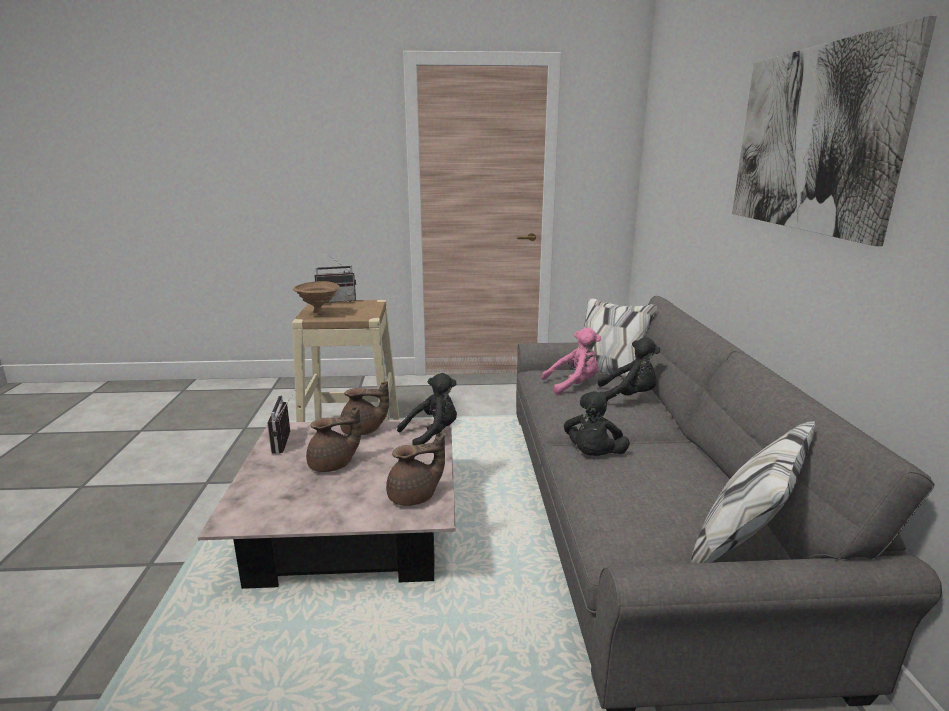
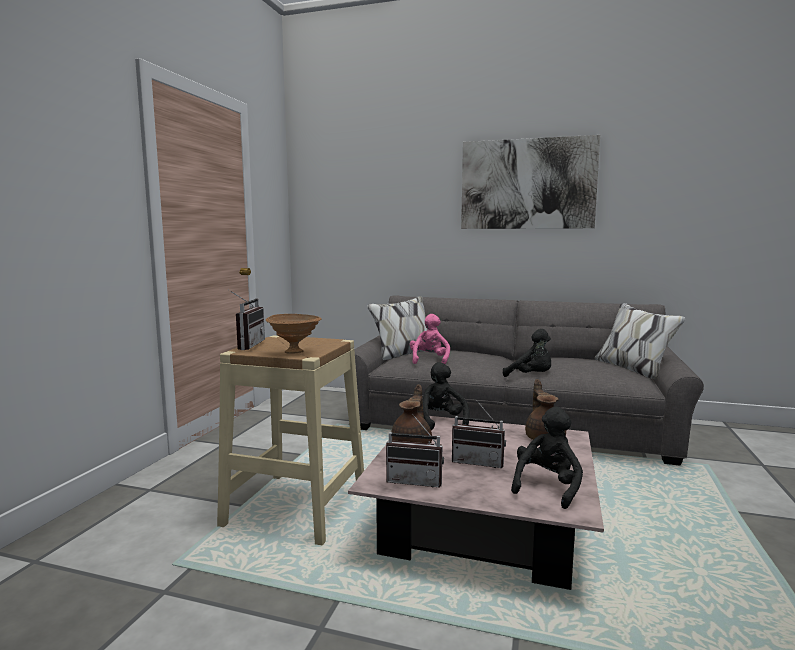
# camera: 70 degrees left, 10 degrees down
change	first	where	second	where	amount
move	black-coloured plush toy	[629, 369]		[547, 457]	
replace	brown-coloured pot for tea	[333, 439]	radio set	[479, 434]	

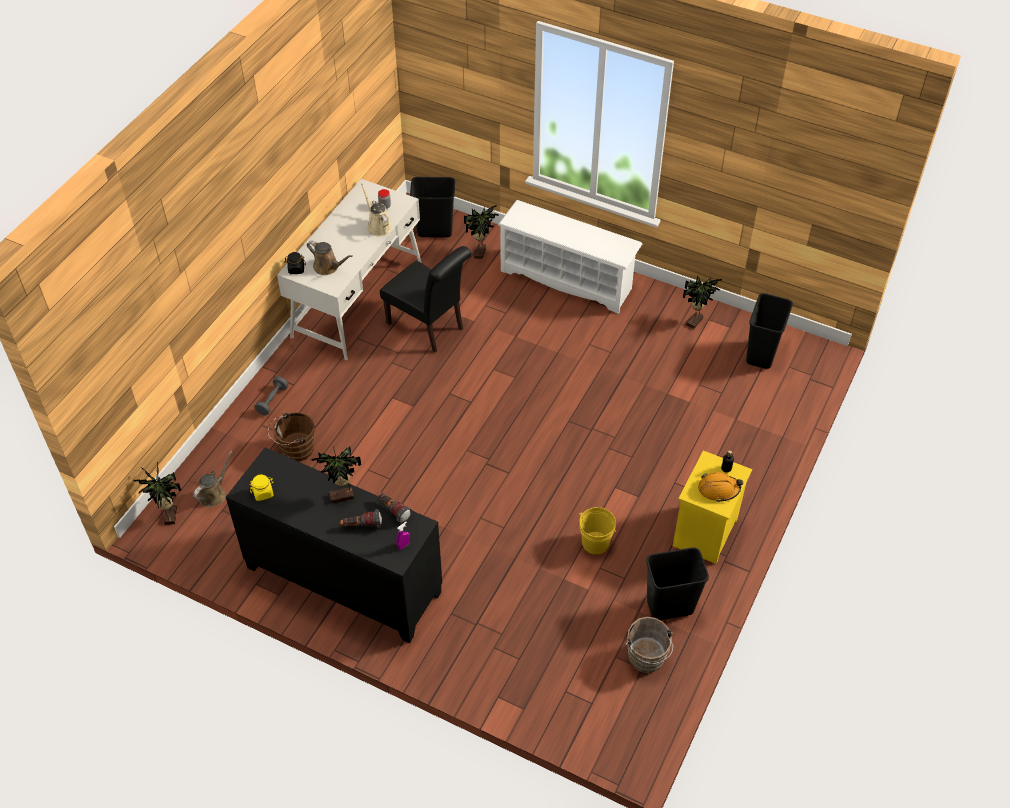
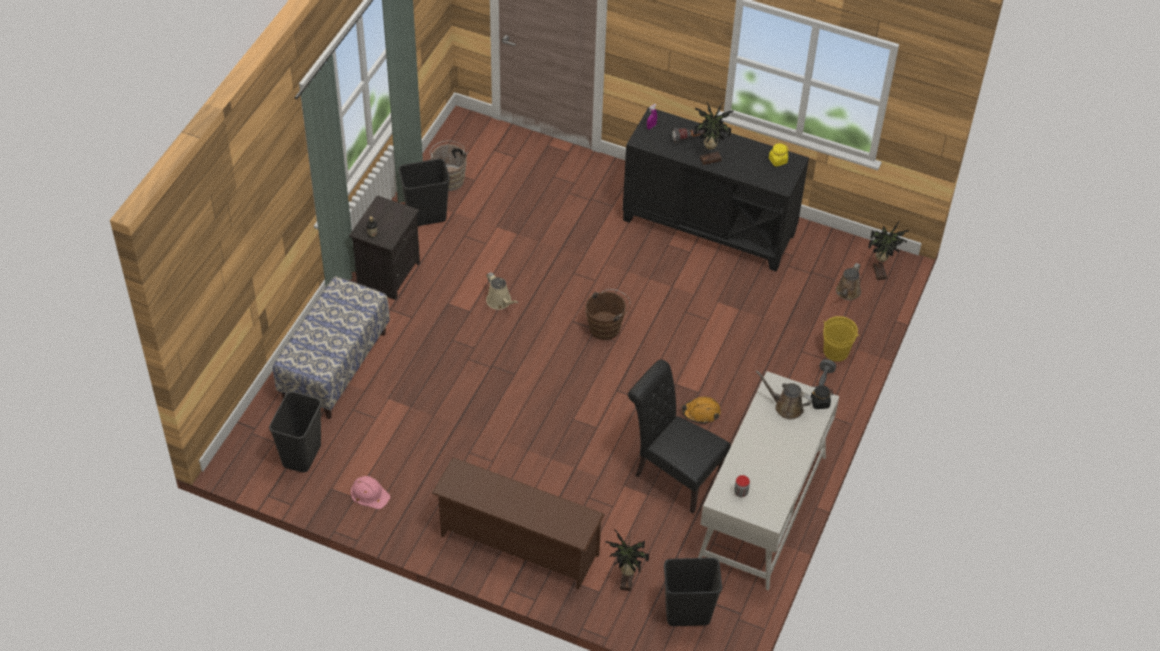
# camera: 175 degrees right, 0 degrees up
change	first	where	second	where	amount
move	beige-coloured sprinkling can	[376, 209]		[502, 291]	
recolor	white-coloured shoe shelf	[570, 257]	brown-coloured shoe shelf	[518, 523]	
replace	potted plant	[702, 302]	pink-coloured hard hat	[370, 492]	
move	brown-coloured bucket	[291, 437]		[607, 314]	
recolor	yellow night table	[712, 507]	black-coloured night table	[384, 247]	
move	orangey hard hat	[720, 487]		[701, 410]	
delete	flashlight	[394, 507]			
move	yellow bucket	[597, 530]		[841, 339]	
insert			bench	[331, 347]	

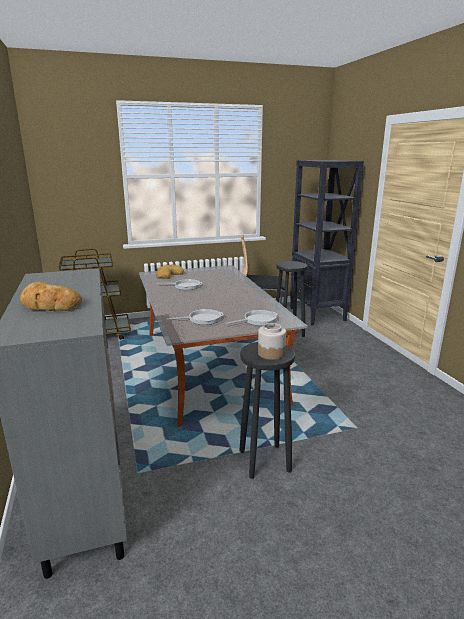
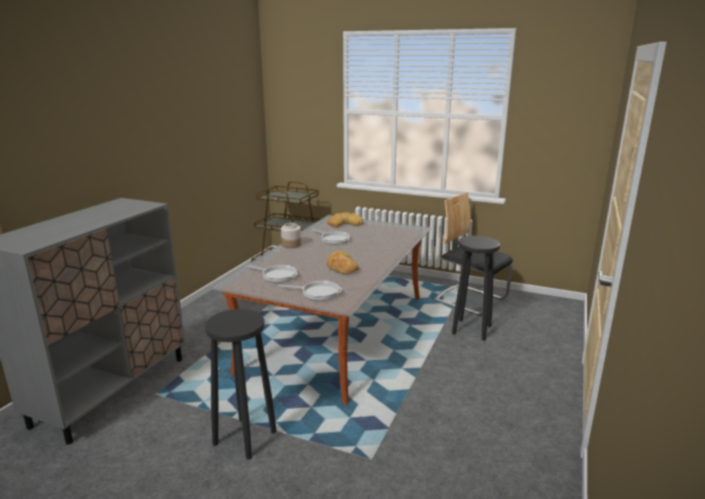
# camera: 40 degrees right, 0 degrees up
change	first	where	second	where	amount
delete	black-coloured shelving unit	[327, 242]			
move	bakery bread	[51, 296]		[343, 262]	
move	storage jar	[272, 341]		[291, 235]	

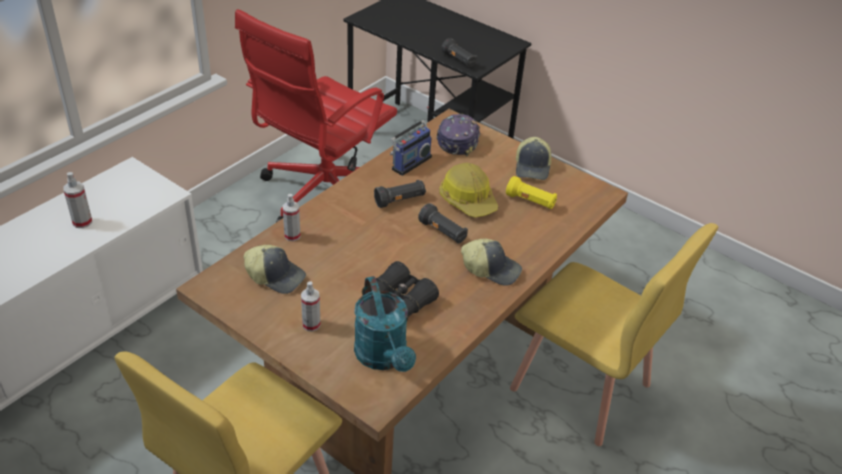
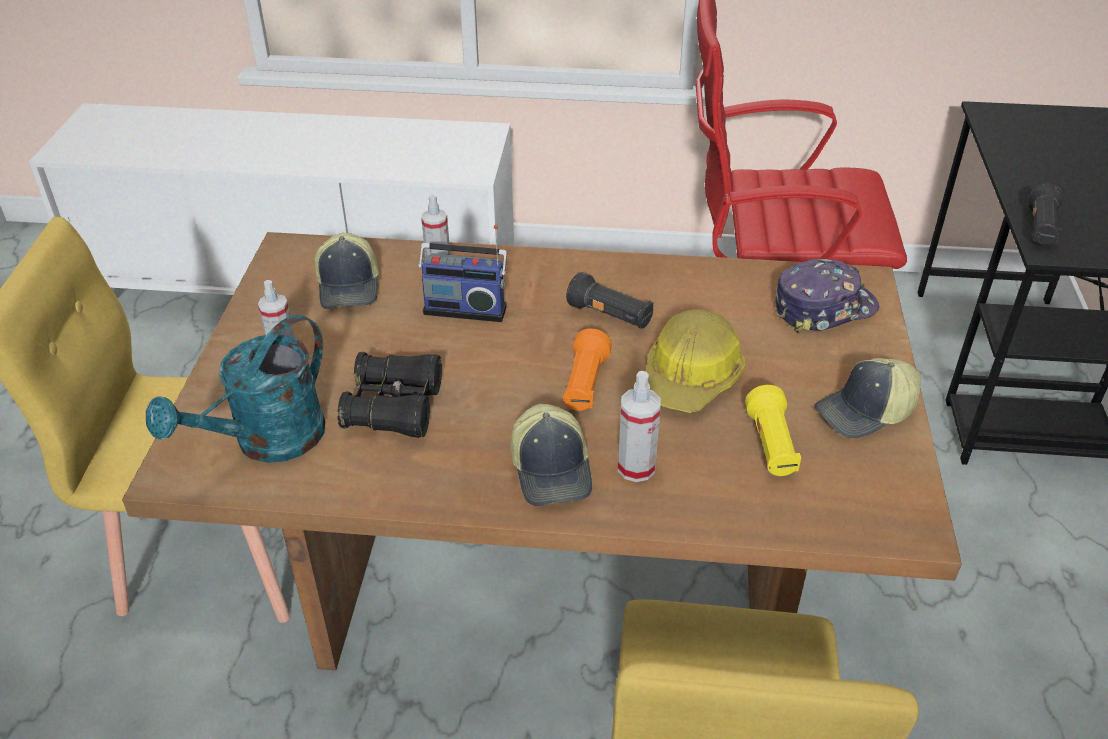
# camera: 60 degrees right, 0 degrees up
change	first	where	second	where	amount
move	radio set	[411, 141]		[462, 273]	
move	hand sprayer	[77, 200]		[639, 426]	
recolor	black-coloured flashlight	[443, 223]	orangey flashlight	[587, 369]	

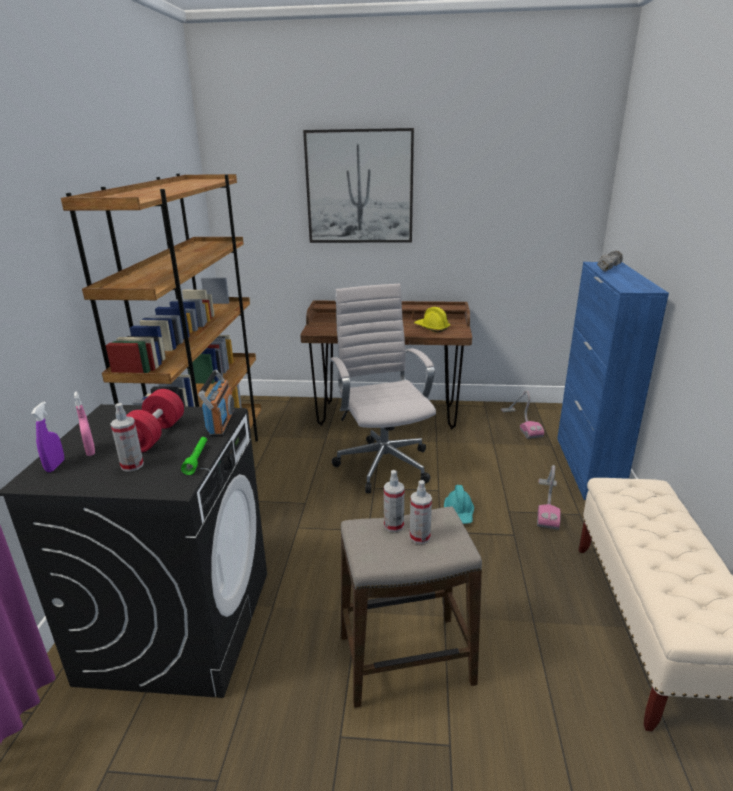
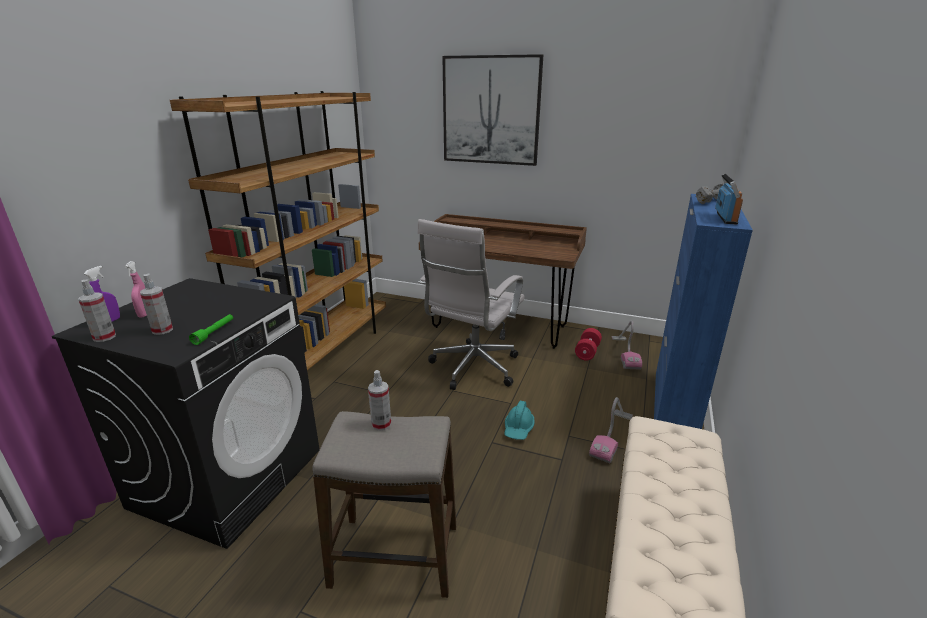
# camera: 15 degrees right, 0 degrees up
change	first	where	second	where	amount
rotate	white-coloured computer chair	[383, 388]		[471, 304]	150 degrees counterclockwise
delete	yellow hard hat	[432, 320]			
move	radio set	[216, 403]		[729, 199]	
move	red dumbbell	[155, 420]		[588, 344]	
move	hand sprayer	[421, 512]		[97, 311]	

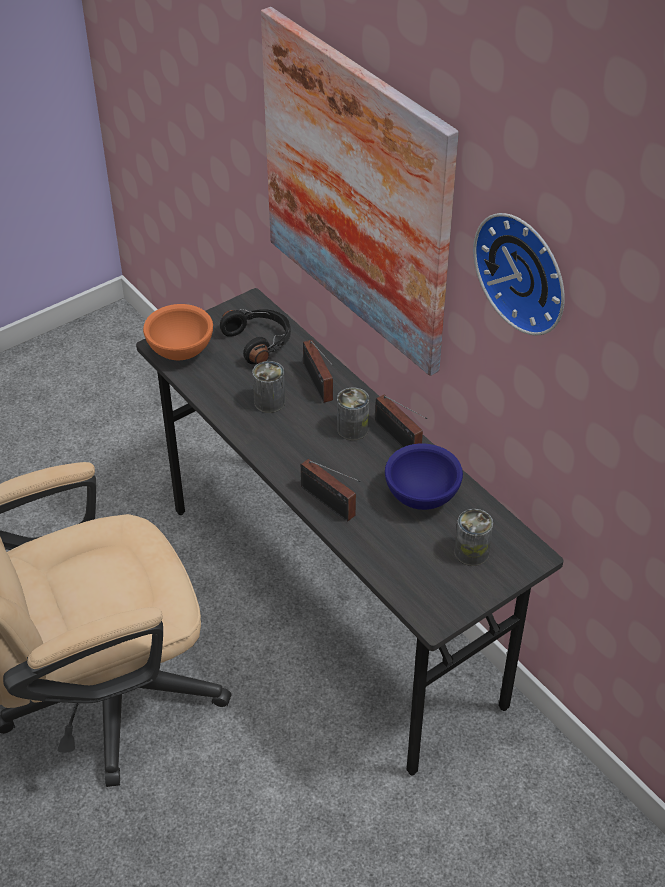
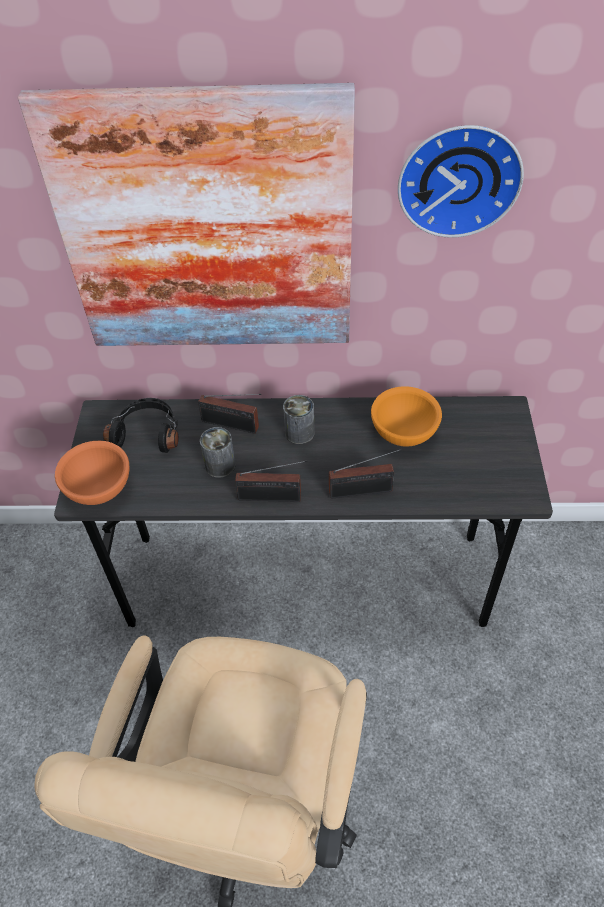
# camera: 50 degrees left, 5 degrees up
change	first	where	second	where	amount
move	radio set	[401, 421]		[271, 481]	
recolor	blue-coloured serving bowl	[424, 476]	orangey serving bowl	[406, 416]	
delete	sealed can	[473, 537]			

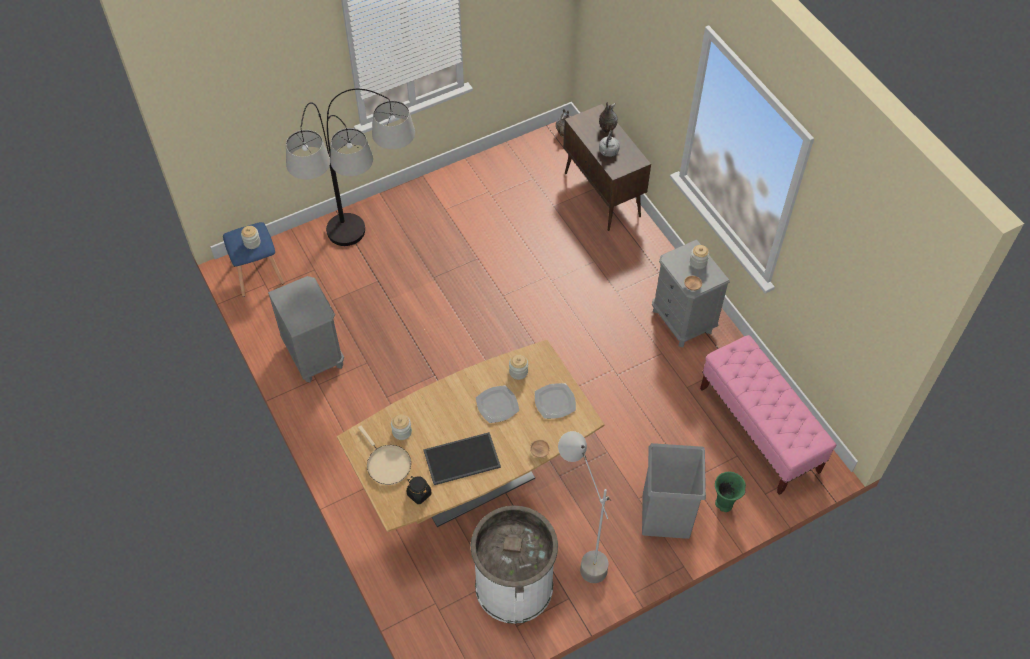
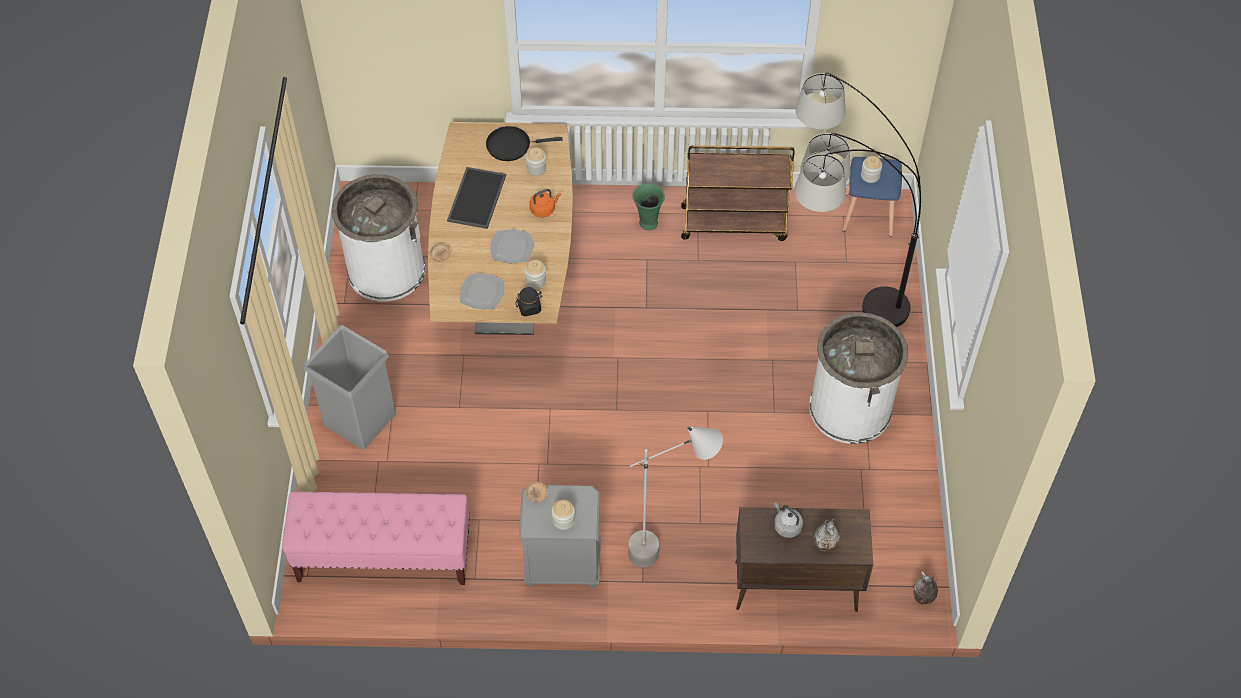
# camera: 120 degrees right, 0 degrees up
change	first	where	second	where	amount
replace	grey night table	[306, 329]	brown-coloured wheeled cart	[738, 193]	
recolor	beige-coloured pan	[384, 455]	black-coloured pan	[524, 143]	
move	grey standing lamp	[585, 507]		[675, 496]	
move	greenish vase	[730, 492]		[648, 207]	
move	black-coloured storage jar	[419, 490]		[529, 302]	
insert			orangey tea kettle	[545, 203]	
insert			white-coloured waste bin	[858, 378]	

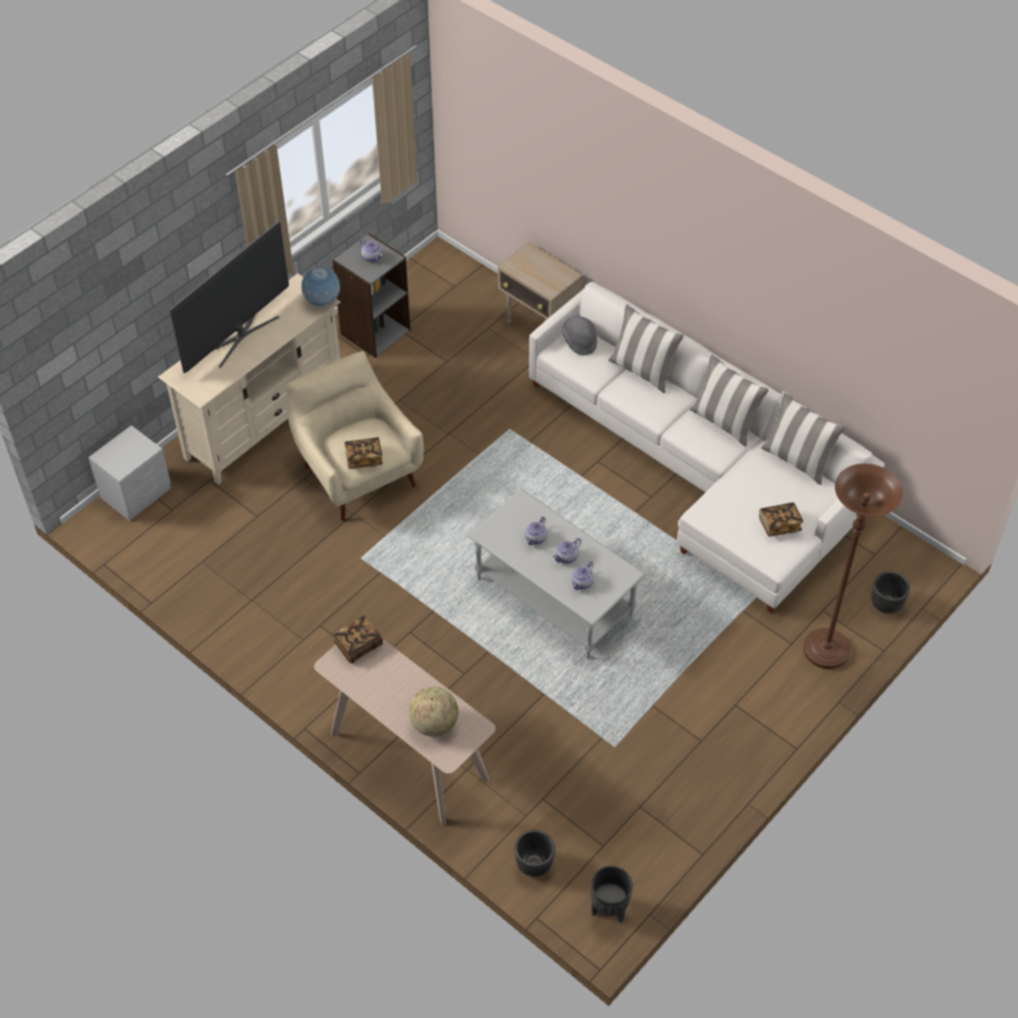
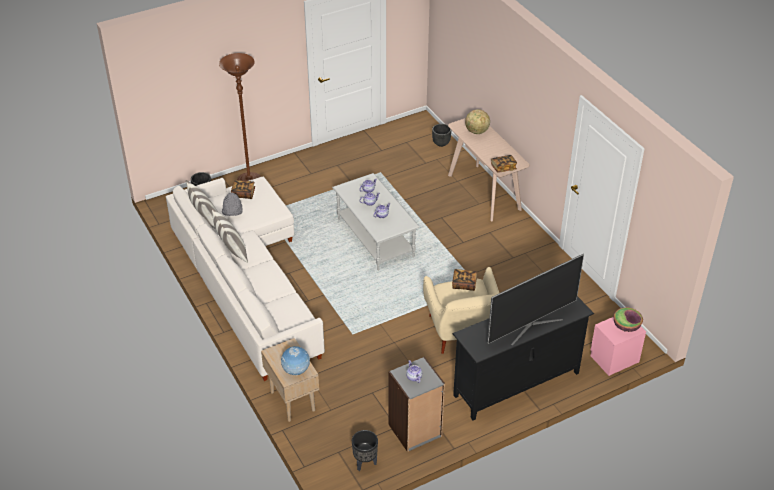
# camera: 160 degrees left, 10 degrees down
change	first	where	second	where	amount
move	globe	[320, 286]		[295, 360]	
recolor	beige-coloured media console	[249, 379]	black-coloured media console	[523, 358]	
delete	cushion	[646, 348]			
move	grey hat	[579, 335]		[232, 204]	
recolor	grey night table	[129, 473]	pink-coloured night table	[618, 346]	
move	black-coloured plant pot	[612, 894]		[365, 450]	
insert			serving bowl	[628, 320]	

